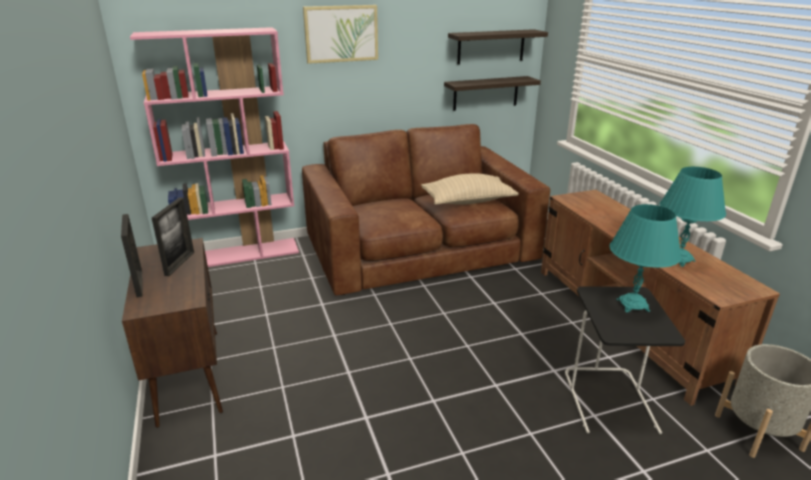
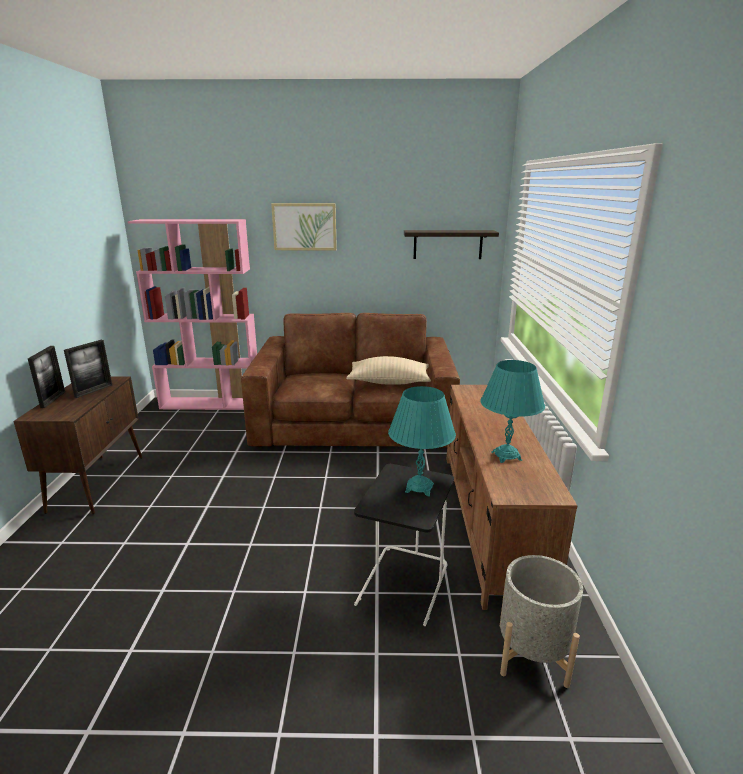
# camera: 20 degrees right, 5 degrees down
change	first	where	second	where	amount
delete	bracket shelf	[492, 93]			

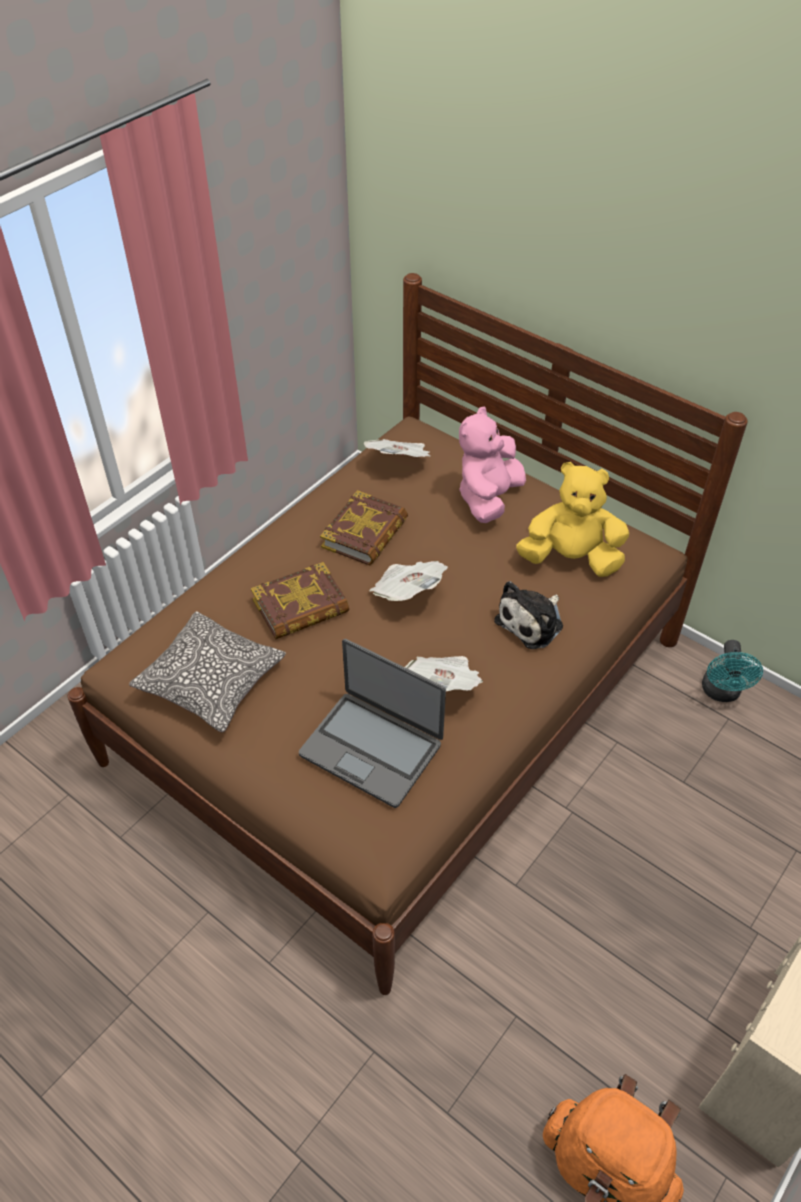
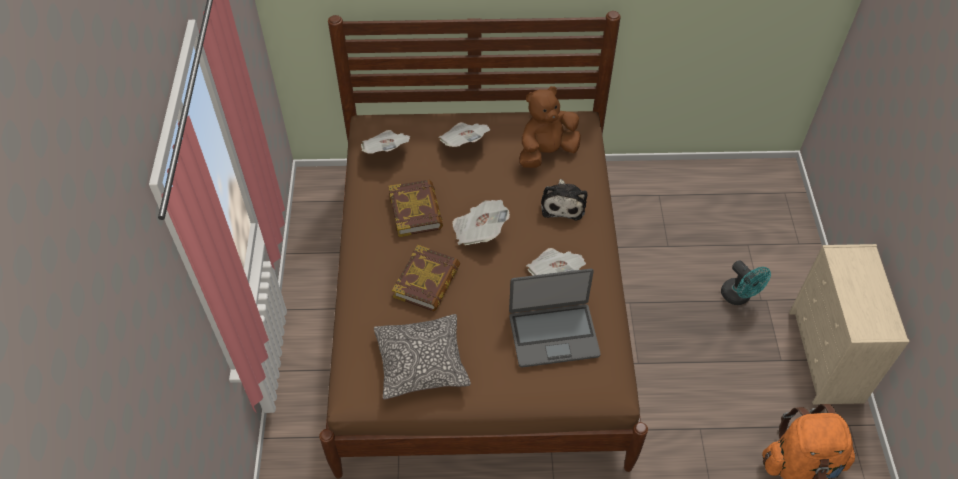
# camera: 40 degrees left, 5 degrees up
change	first	where	second	where	amount
replace	pink-coloured plush toy	[492, 465]	printed paper	[464, 134]	
recolor	yellow plush toy	[572, 519]	brown-coloured plush toy	[550, 127]	
move	turquoise-coloured cooling fan	[732, 671]		[746, 282]	

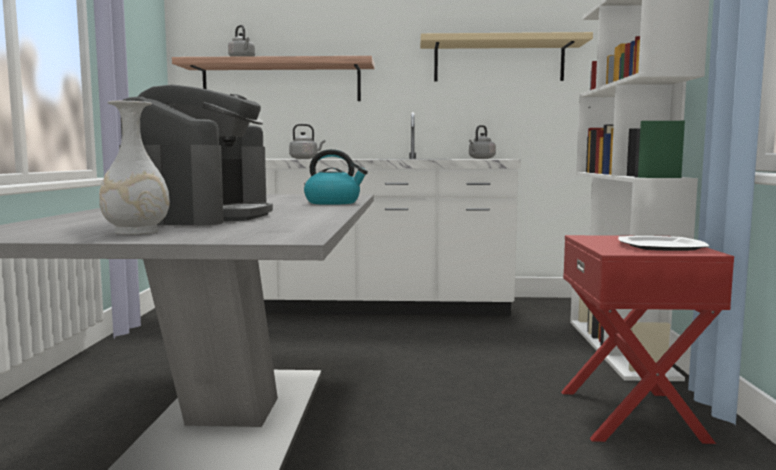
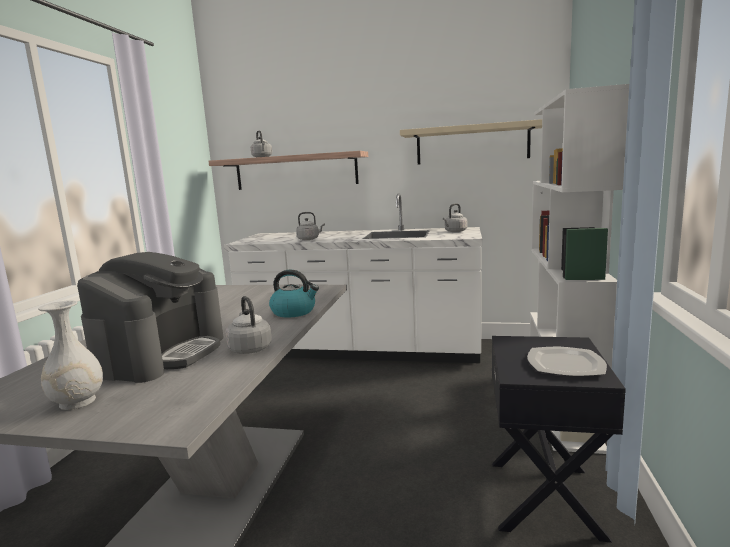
# camera: 10 degrees right, 5 degrees up
change	first	where	second	where	amount
recolor	red night table	[647, 339]	black-coloured night table	[559, 439]	
insert			grey tea kettle	[248, 325]	

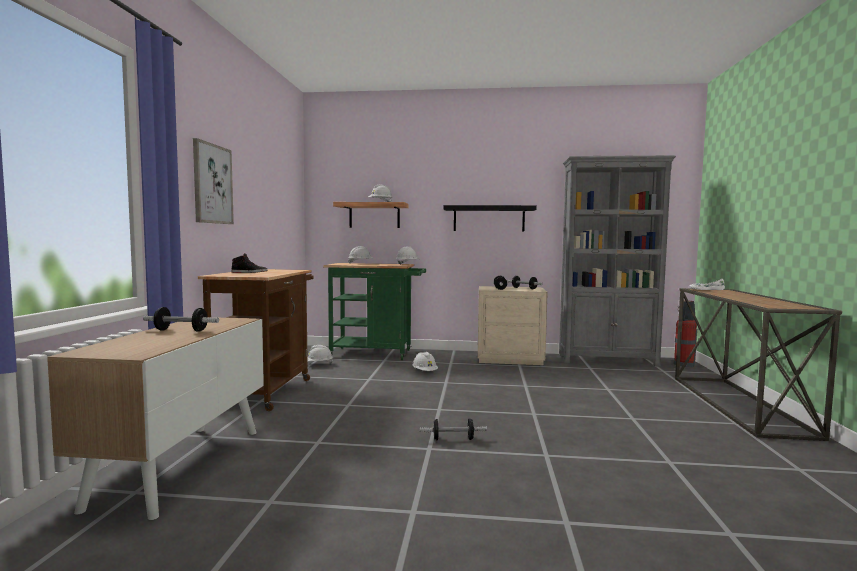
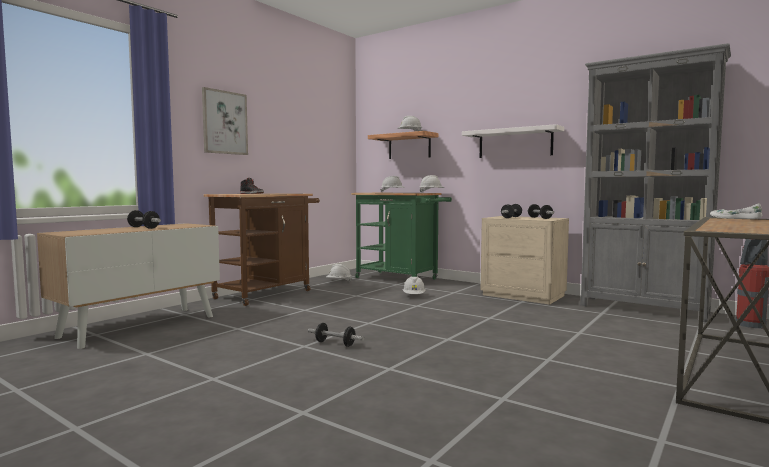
# camera: 30 degrees right, 0 degrees up
change	first	where	second	where	amount
recolor	black-coloured bracket shelf	[490, 218]	white-coloured bracket shelf	[513, 141]	

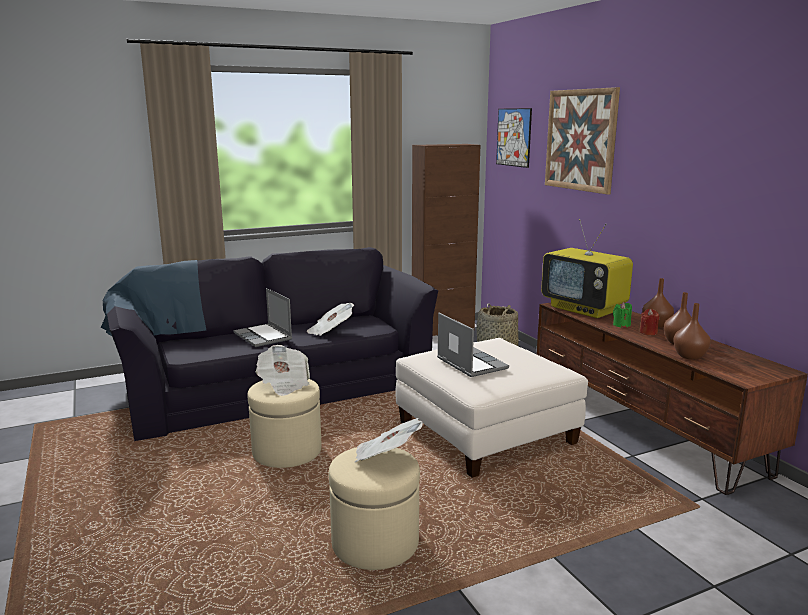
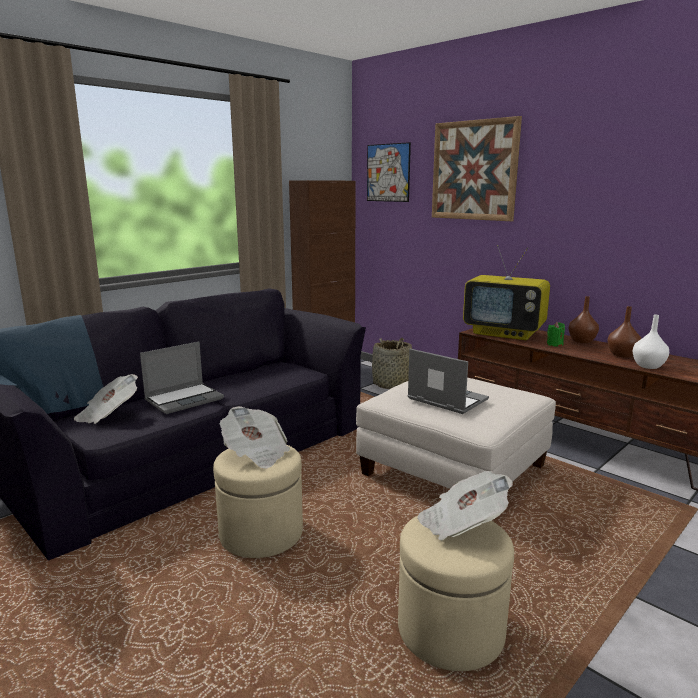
# camera: 20 degrees left, 0 degrees up
change	first	where	second	where	amount
rotate	notebook computer	[263, 317]		[182, 378]	75 degrees counterclockwise
move	printed paper	[330, 319]		[106, 399]	
recolor	brown-coloured vase	[692, 331]	white-coloured vase	[650, 342]	
delete	red wax light	[649, 322]			

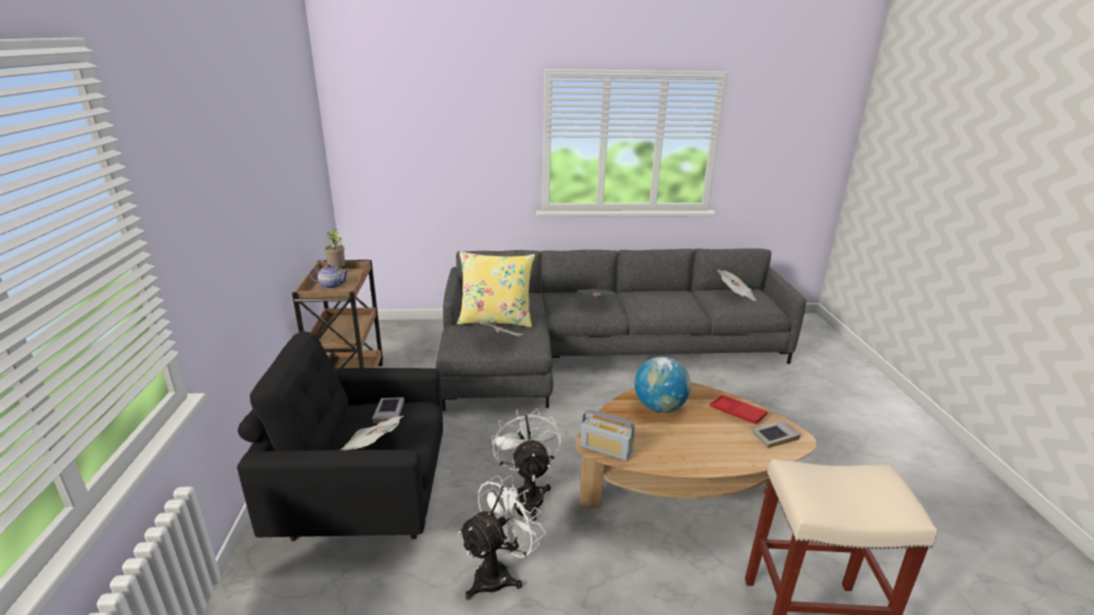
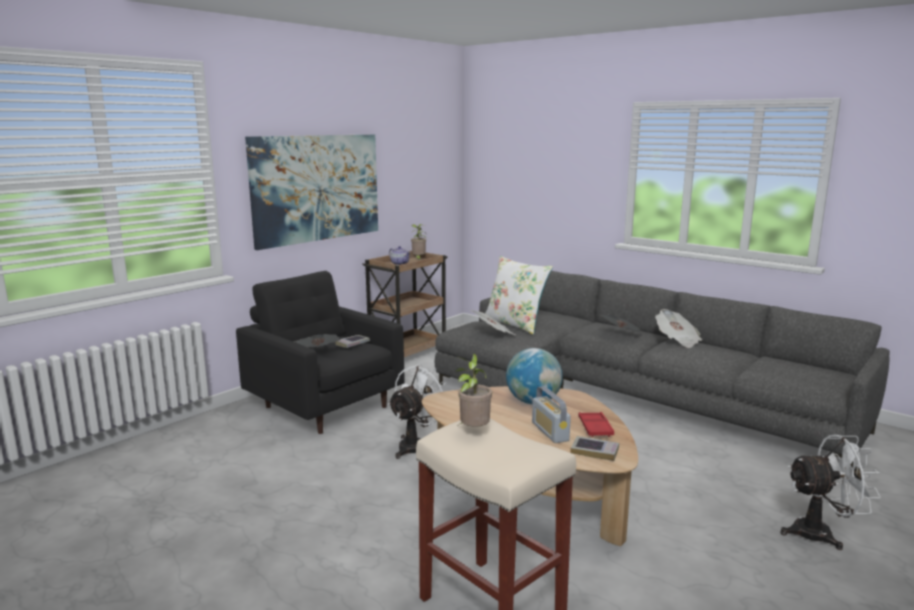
# camera: 45 degrees right, 10 degrees down
change	first	where	second	where	amount
recolor	yellow cushion	[496, 289]	white-coloured cushion	[519, 295]	
move	printed paper	[737, 285]		[678, 328]	
move	radio set	[607, 435]		[551, 414]	
move	white-coloured cooling fan	[502, 537]		[831, 492]	
insert			picture	[311, 192]	
insert			potted plant	[473, 390]	

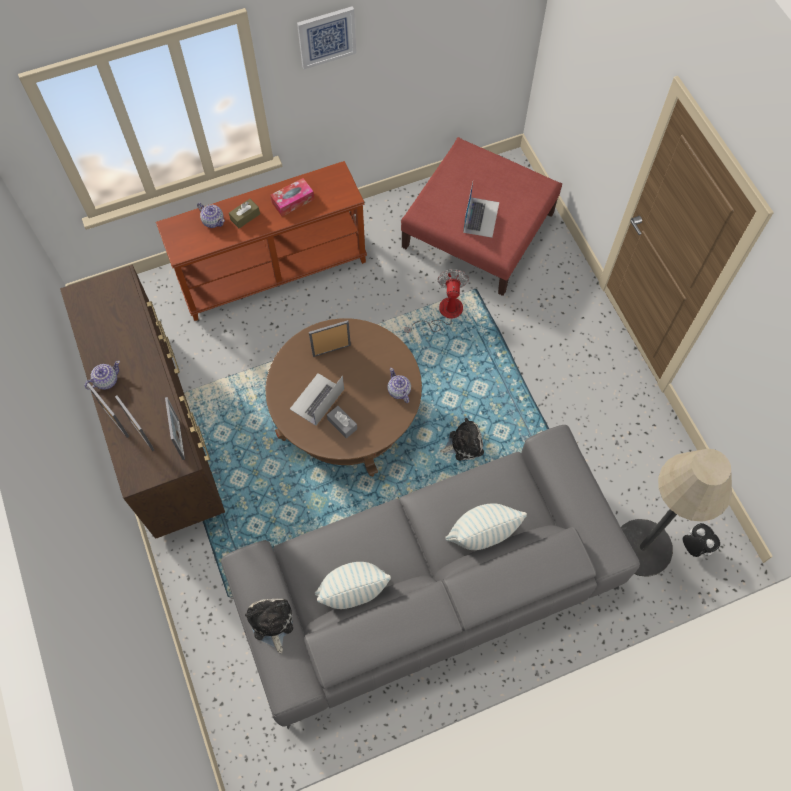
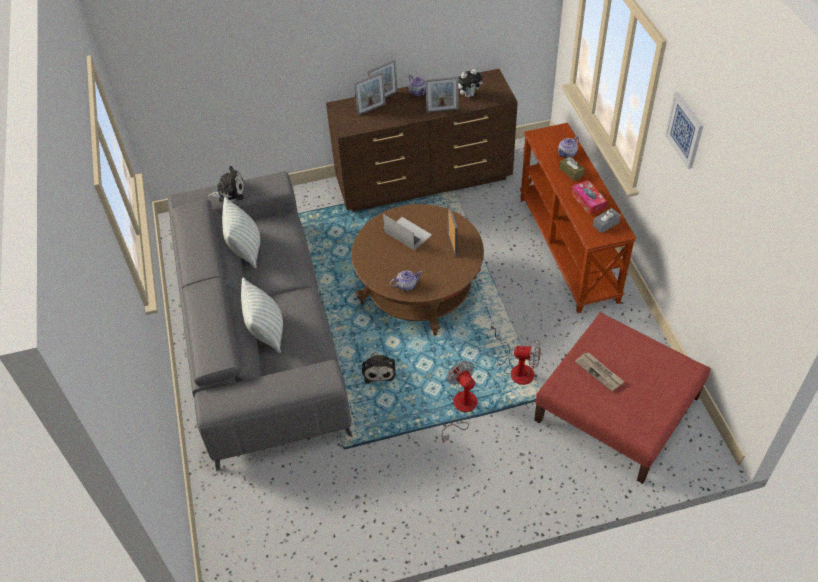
# camera: 100 degrees right, 15 degrees down
change	first	where	second	where	amount
replace	notebook computer	[481, 210]	printed paper	[599, 371]	
move	picture frame	[175, 428]		[442, 94]	
move	grey tissue holder	[342, 422]		[607, 220]	
delete	standing lamp	[676, 513]			
move	plush toy	[701, 540]		[470, 83]	
insert			cooling fan	[459, 402]	

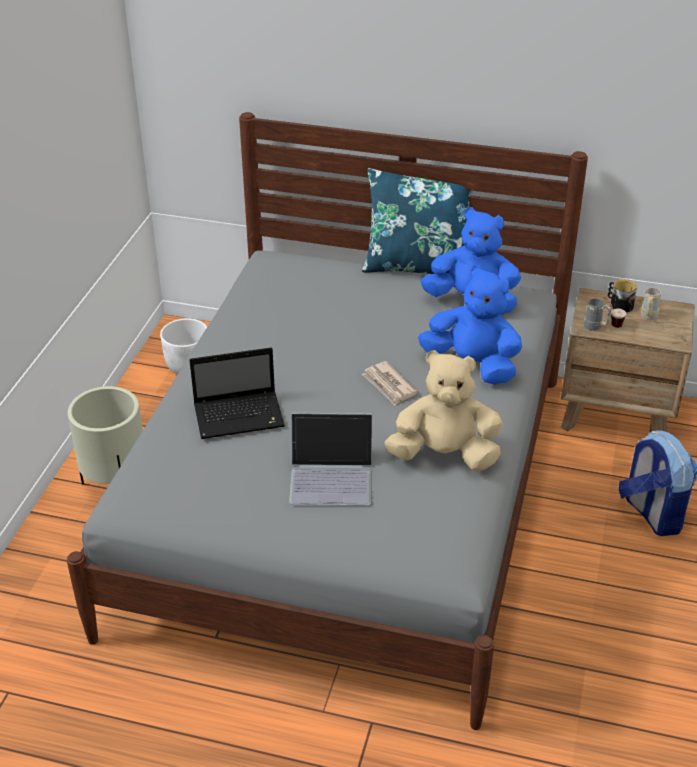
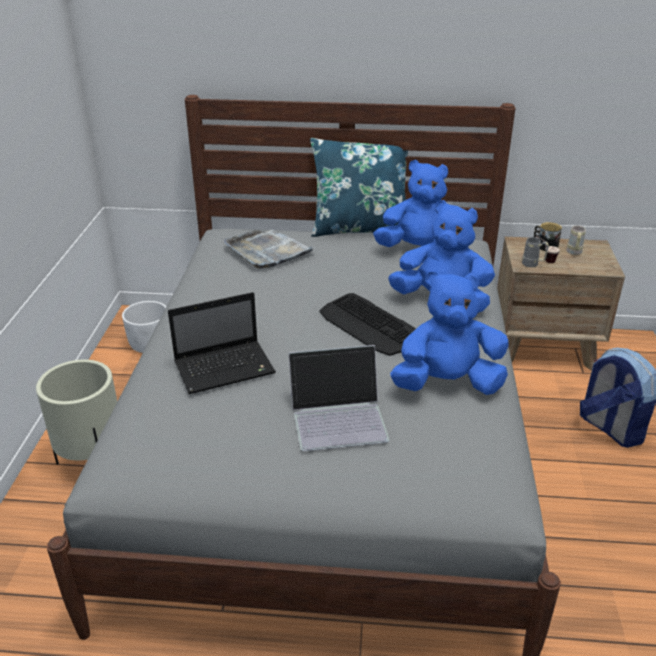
# camera: 10 degrees left, 5 degrees down
change	first	where	second	where	amount
recolor	beige-coloured plush toy	[444, 410]	blue-coloured plush toy	[449, 333]	
replace	printed paper	[390, 383]	PC keyboard	[367, 324]	
insert			grey carrying tray	[269, 249]	

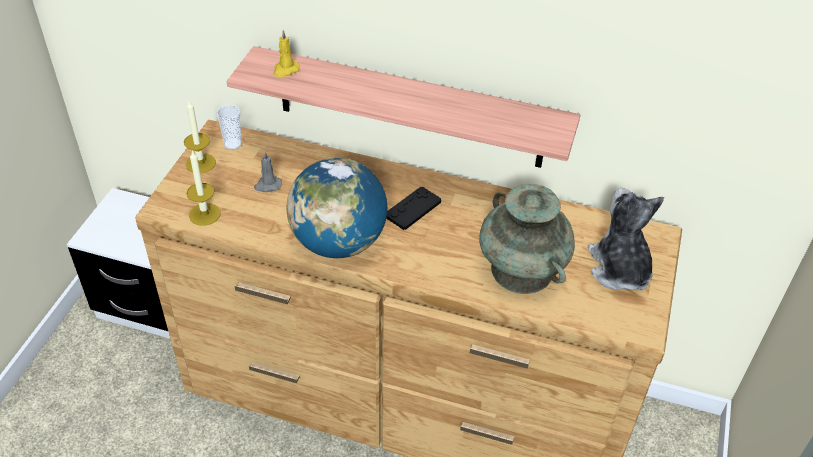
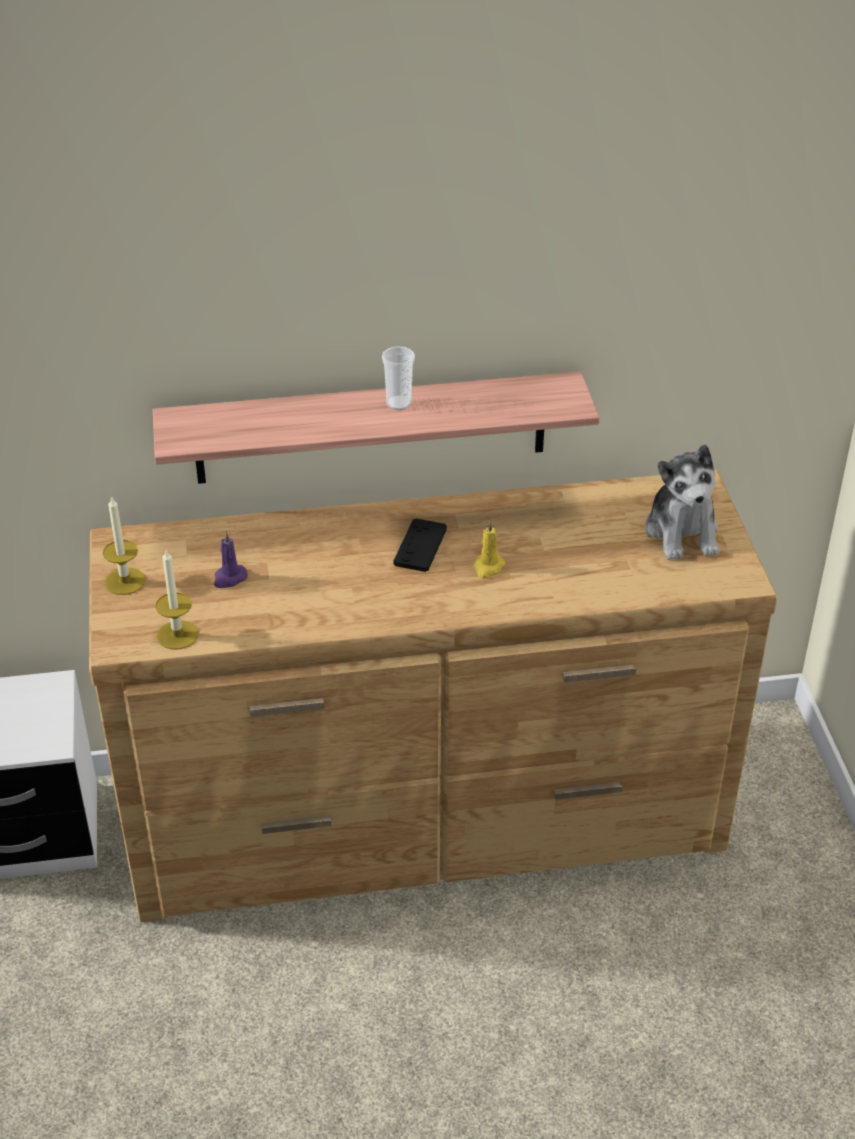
# camera: 25 degrees left, 5 degrees down
change	first	where	second	where	amount
move	yellow wax light	[286, 53]		[490, 550]	
move	small cup	[229, 127]		[398, 378]	
recolor	grey wax light	[268, 172]	purple wax light	[231, 560]	
delete	globe	[336, 208]			
delete	turquoise-coloured vase	[527, 239]			
rotate	plush toy	[626, 239]		[682, 502]	150 degrees counterclockwise

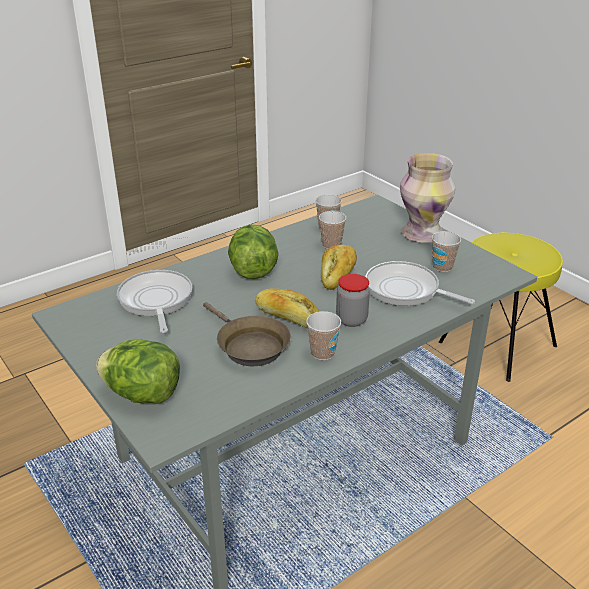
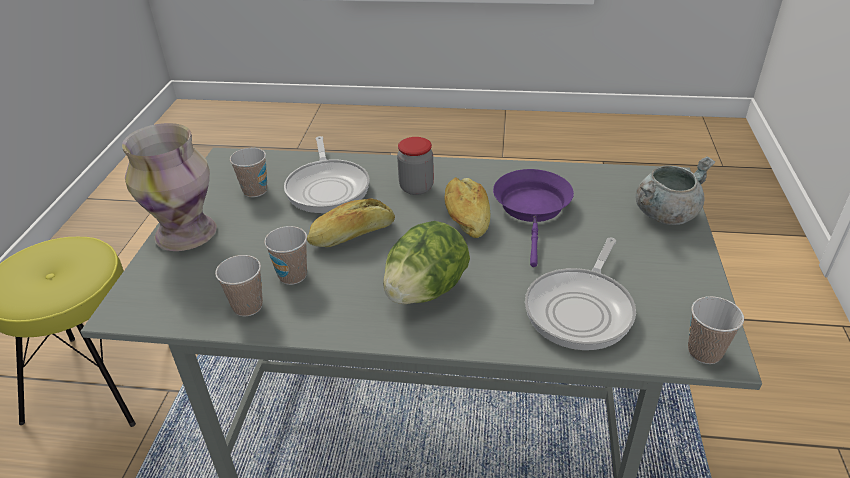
# camera: 135 degrees left, 5 degrees up
change	first	where	second	where	amount
recolor	brown-coloured pan	[247, 334]	purple pan	[533, 218]	
move	small cup	[323, 335]		[716, 330]	
replace	head of lettuce	[138, 372]	grey cooking pot	[675, 190]	

